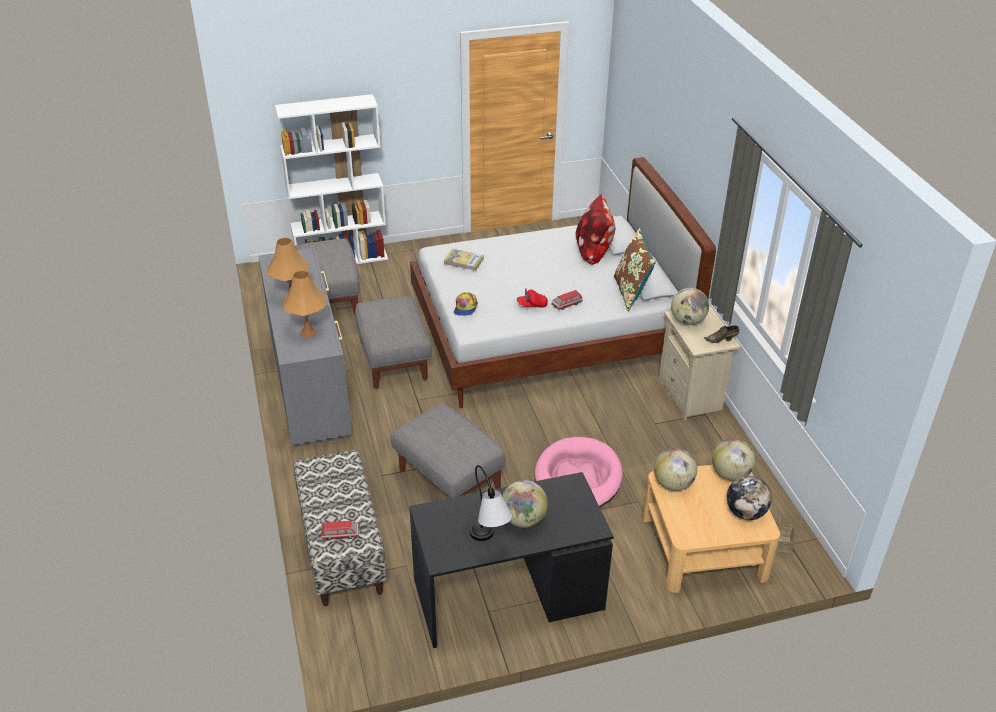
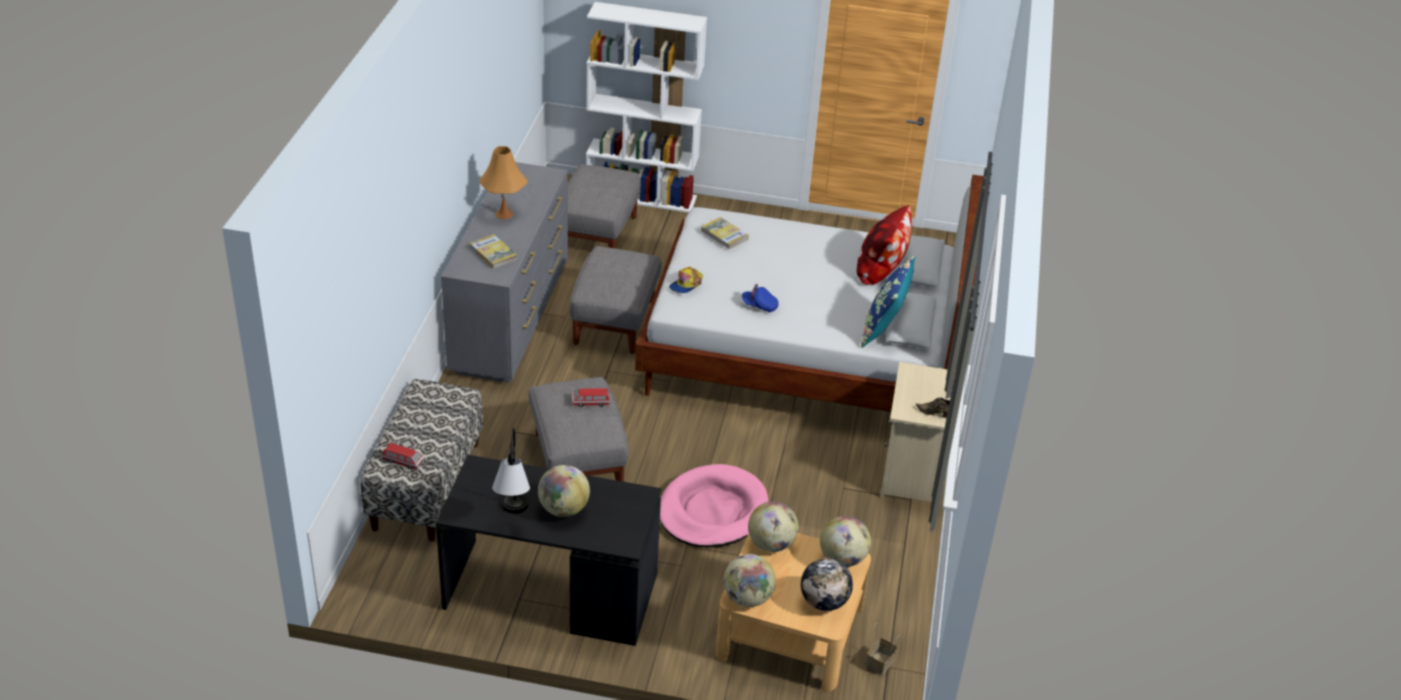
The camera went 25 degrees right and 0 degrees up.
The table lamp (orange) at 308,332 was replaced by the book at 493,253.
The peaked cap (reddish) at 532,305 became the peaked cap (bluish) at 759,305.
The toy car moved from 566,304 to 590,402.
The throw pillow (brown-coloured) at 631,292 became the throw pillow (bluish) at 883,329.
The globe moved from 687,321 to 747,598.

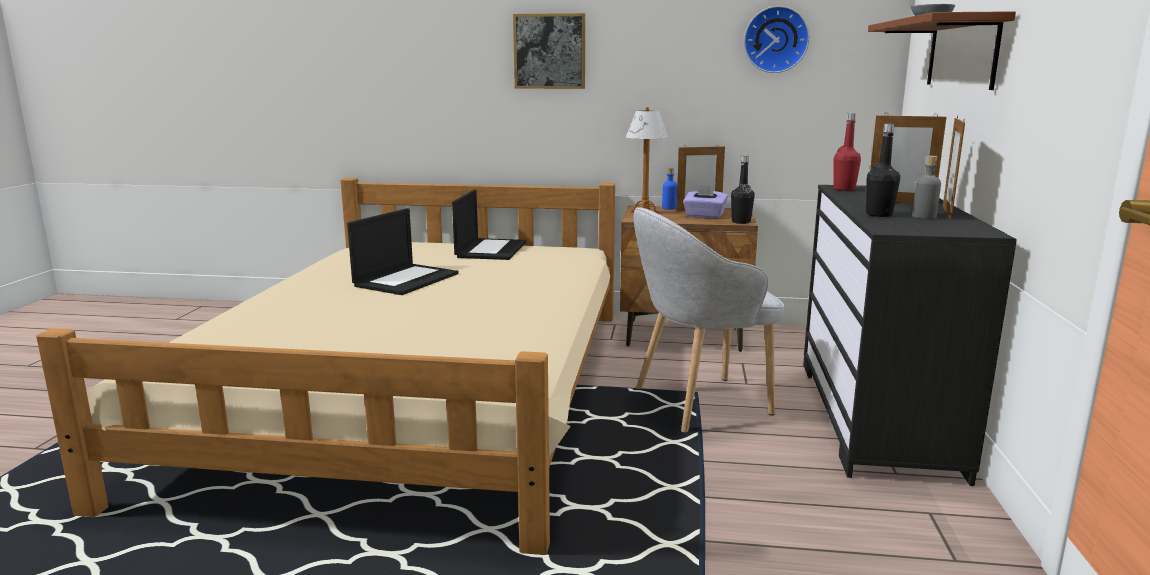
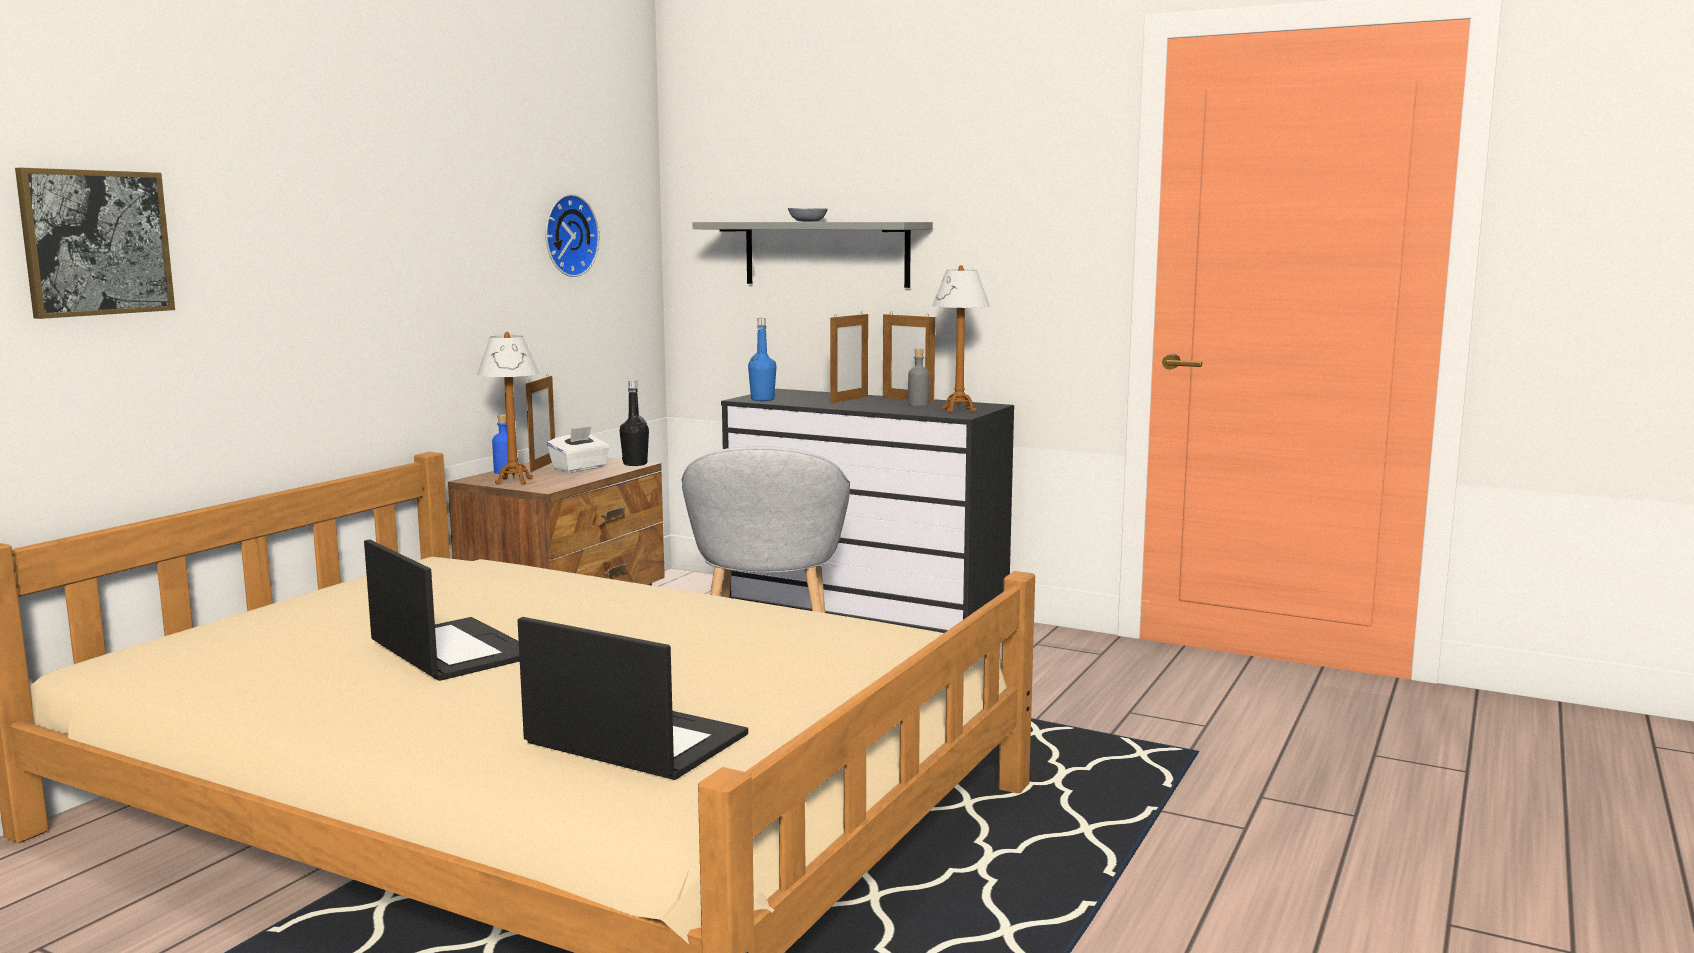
The camera went 70 degrees left and 5 degrees down.
The notebook computer moved from 490,249 to 633,740.
The picture moved from 549,51 to 96,242.
The tissue box (purple) at 704,216 became the tissue box (whitish) at 580,468.
The beverage bottle (reddish) at 844,189 became the beverage bottle (bluish) at 762,399.
The beverage bottle (blackish) at 879,214 disappeared.
The bracket shelf (brown-coloured) at 962,53 became the bracket shelf (grey) at 826,253.
The table lamp at 959,410 appeared.

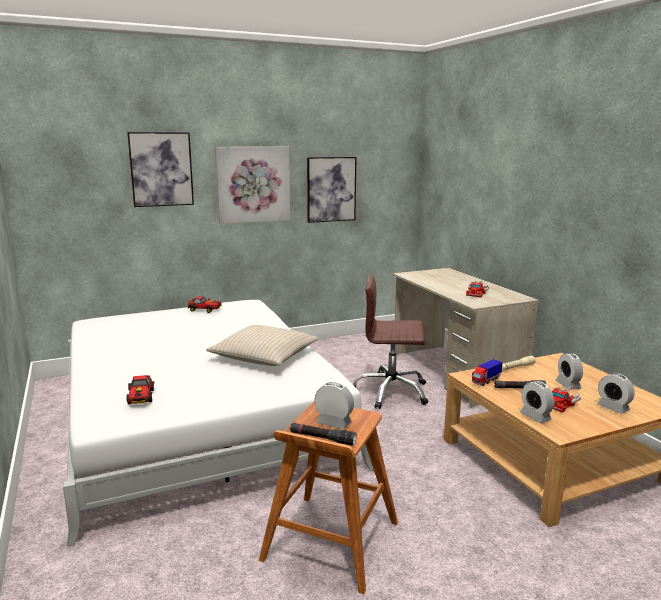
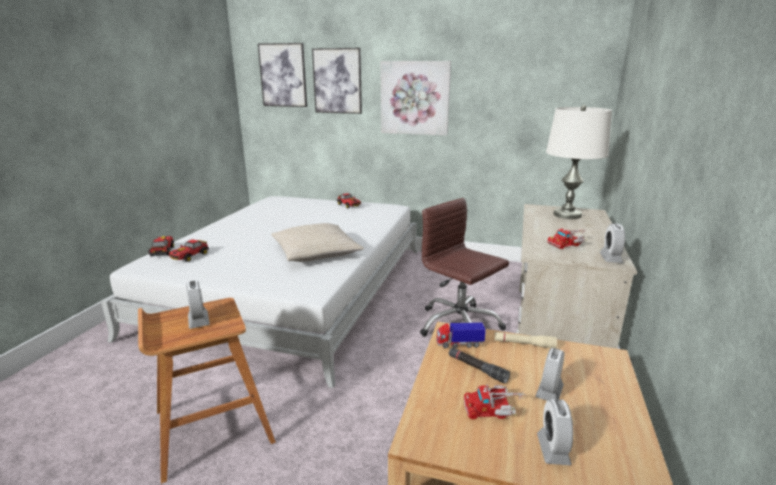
The camera went 40 degrees right and 5 degrees up.
The hand torch (blackish) at 322,438 disappeared.
The picture moved from 331,189 to 283,75.
The table clock moved from 535,416 to 610,258.
The toy car at 163,251 appeared.
The table lamp (whitish) at 567,215 appeared.

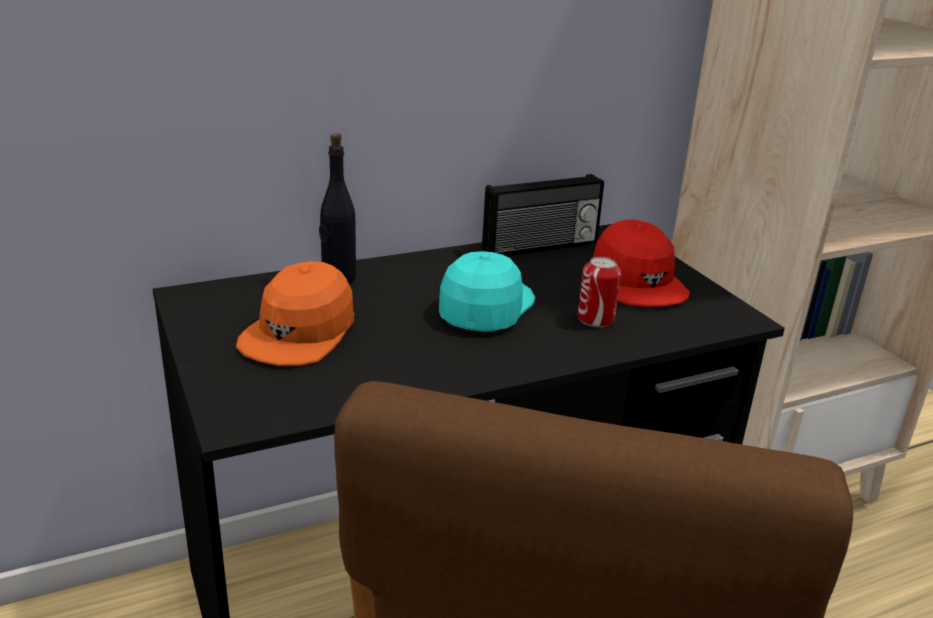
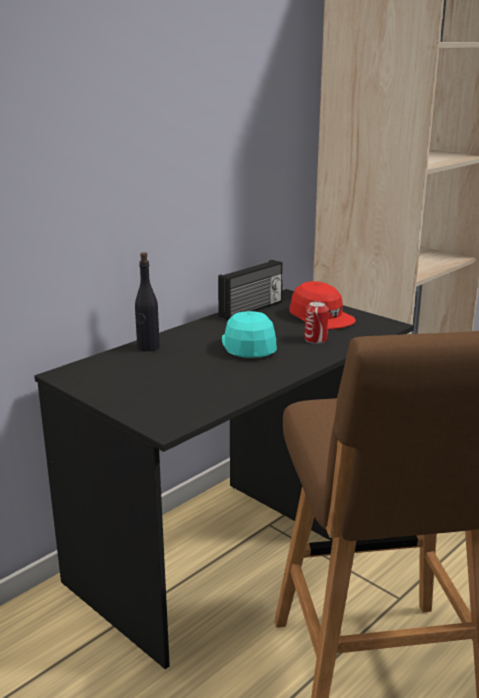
The camera went 20 degrees left and 5 degrees down.
The peaked cap (orange) at 300,332 disappeared.

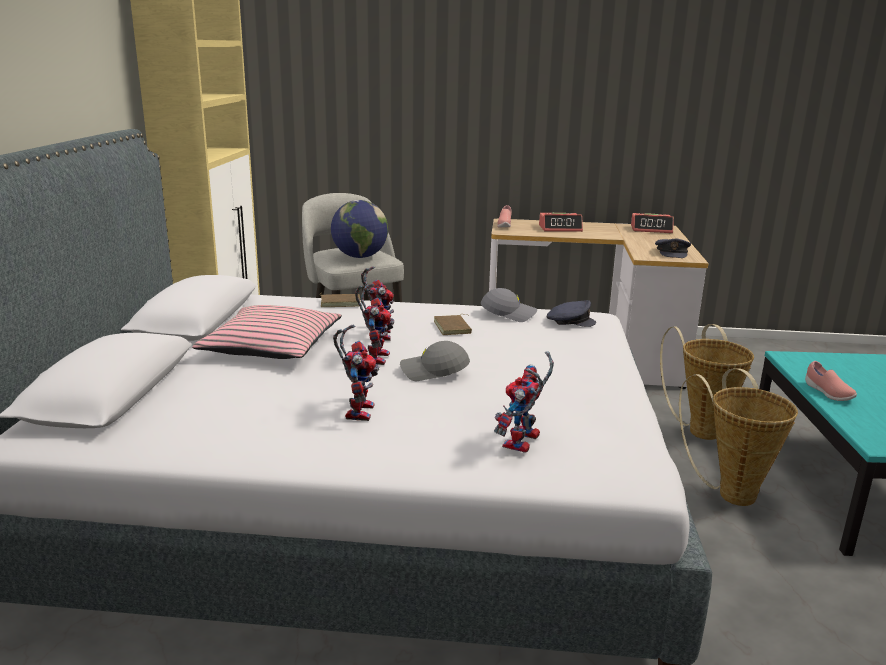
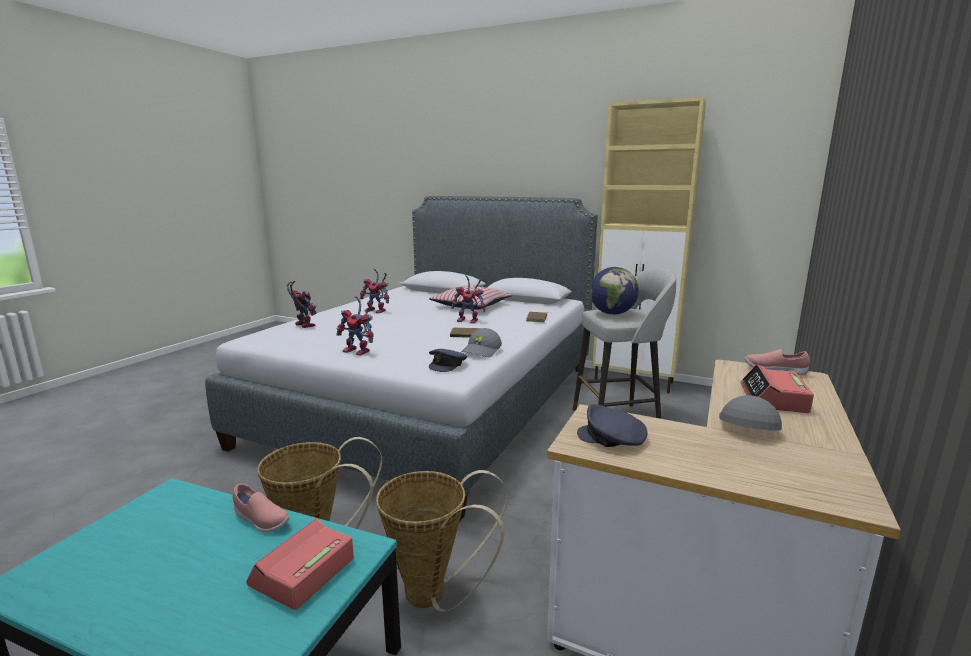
The camera went 110 degrees right and 5 degrees down.
The robot figure moved from 375,357 to 359,351.
The peaked cap (grey) moved from 434,372 to 747,425.
The table clock moved from 651,229 to 302,572.
The shoe (pinkish) at 827,393 turned 150 degrees counterclockwise.

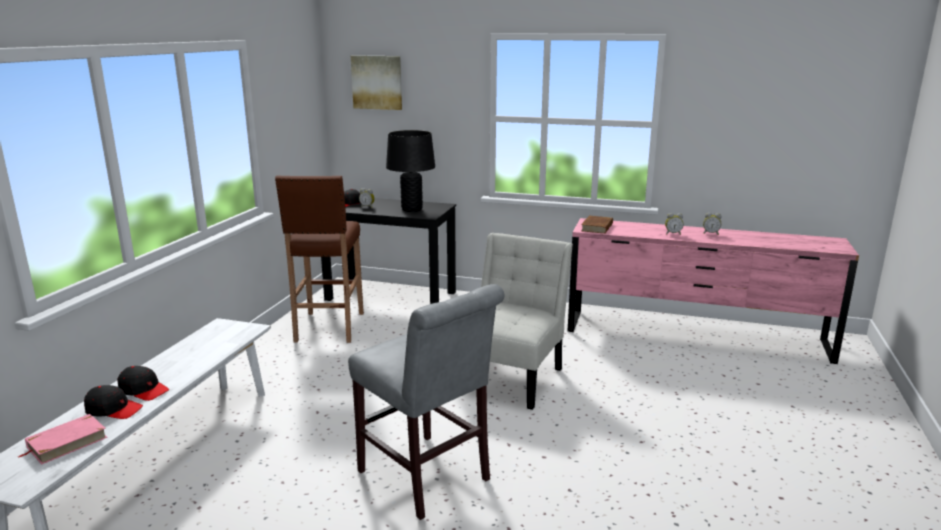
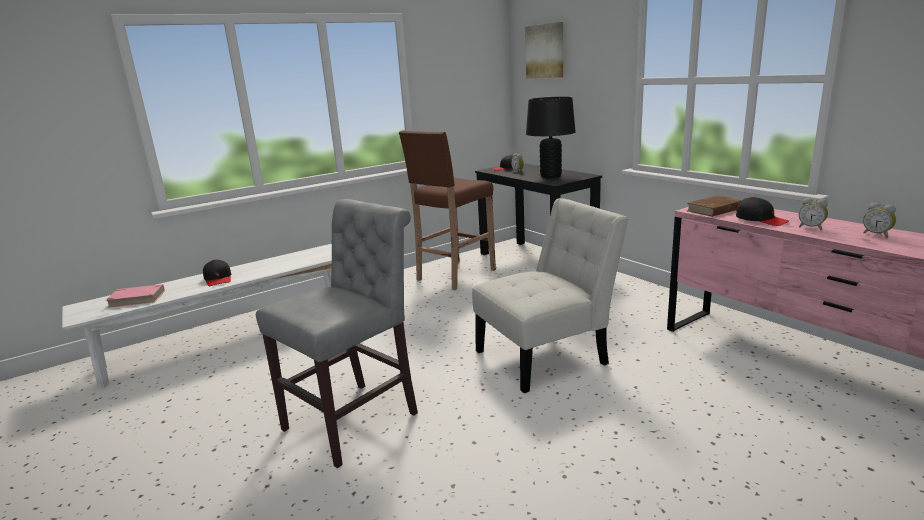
The camera went 40 degrees right and 0 degrees up.
The peaked cap (blackish) moved from 113,409 to 761,220.
The plain chair (grey) at 428,479 turned 135 degrees counterclockwise.

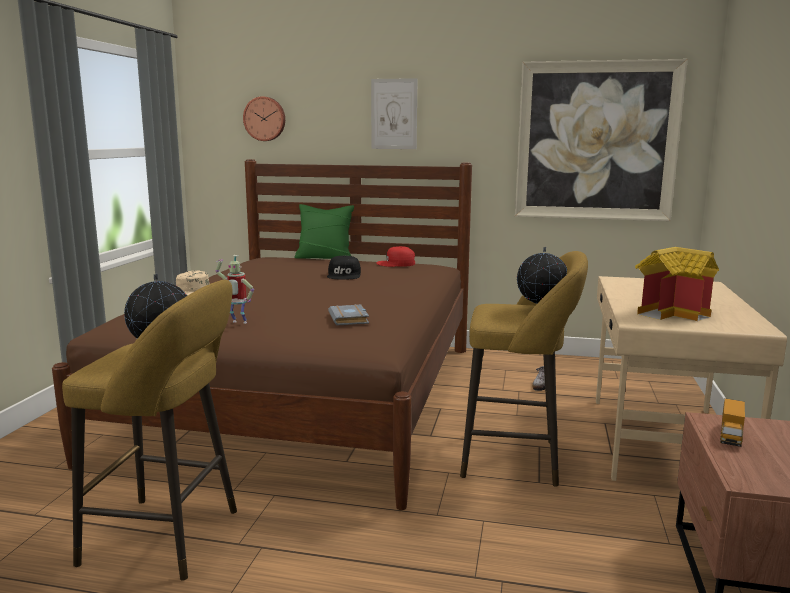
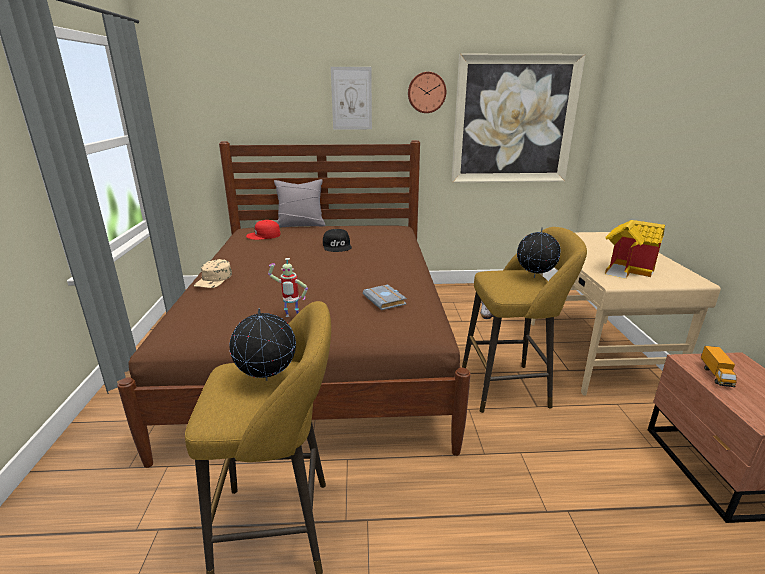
The camera went 15 degrees left and 10 degrees up.
The clock on the wall moved from 265,119 to 426,92.
The throw pillow (green) at 324,258 became the throw pillow (grey) at 301,225.
The peaked cap (reddish) moved from 396,264 to 264,235.

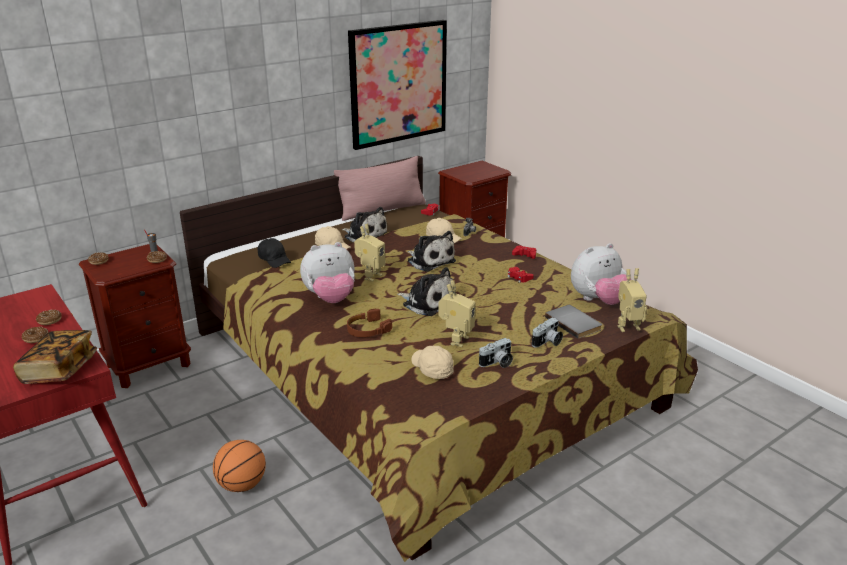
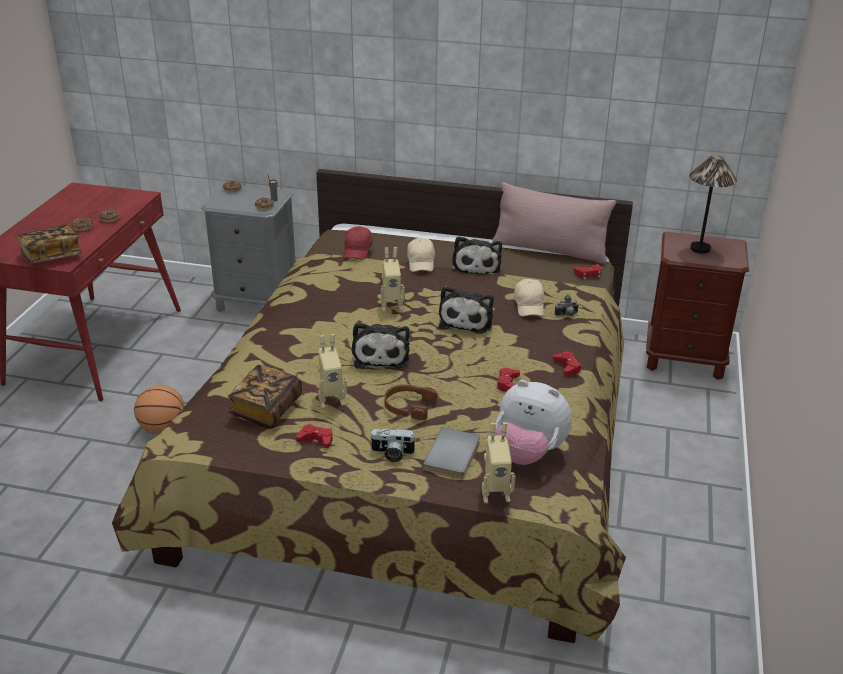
The camera went 50 degrees right and 5 degrees up.
The bedside table (brown-coloured) at 149,365 became the bedside table (grey) at 256,303.
The peaked cap (blackish) at 274,260 became the peaked cap (reddish) at 357,251.
The soft toy at 330,299 disappeared.
The headphones (brown-coloured) moved from 367,329 to 408,406.
The picture at 398,83 disappeared.
The peaked cap (sand-coloured) at 432,369 was replaced by the book at 266,409.
The photo camera at 497,363 was replaced by the game controller (reddish) at 316,440.
The robot figure at 627,326 turned 45 degrees counterclockwise.
The table lamp at 700,248 appeared.

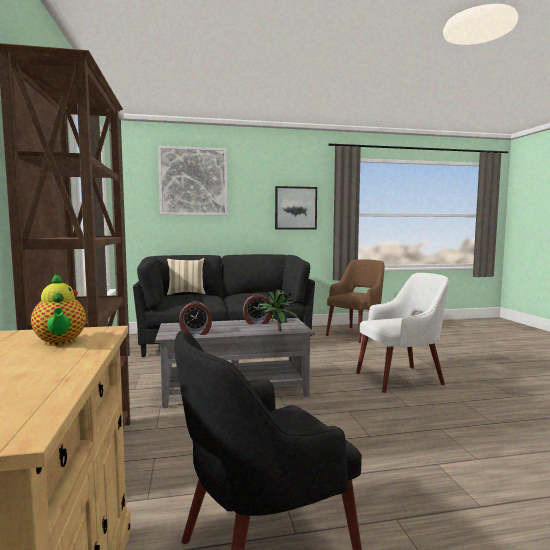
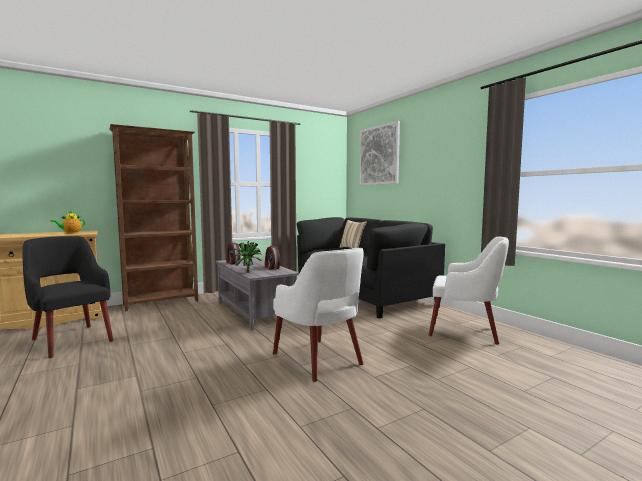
The camera went 70 degrees right and 0 degrees up.
The picture at 295,208 disappeared.
The easy chair (brown-coloured) at 356,334 became the easy chair (whitish) at 465,331.

